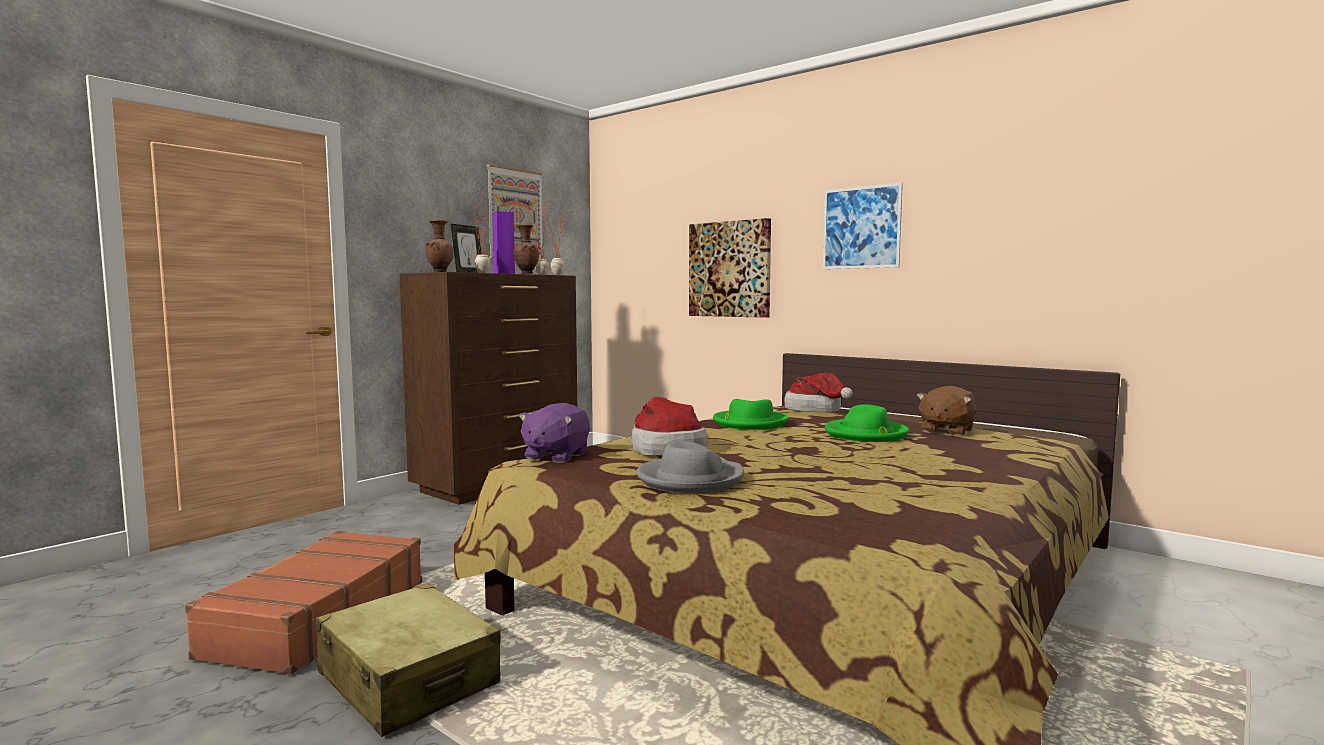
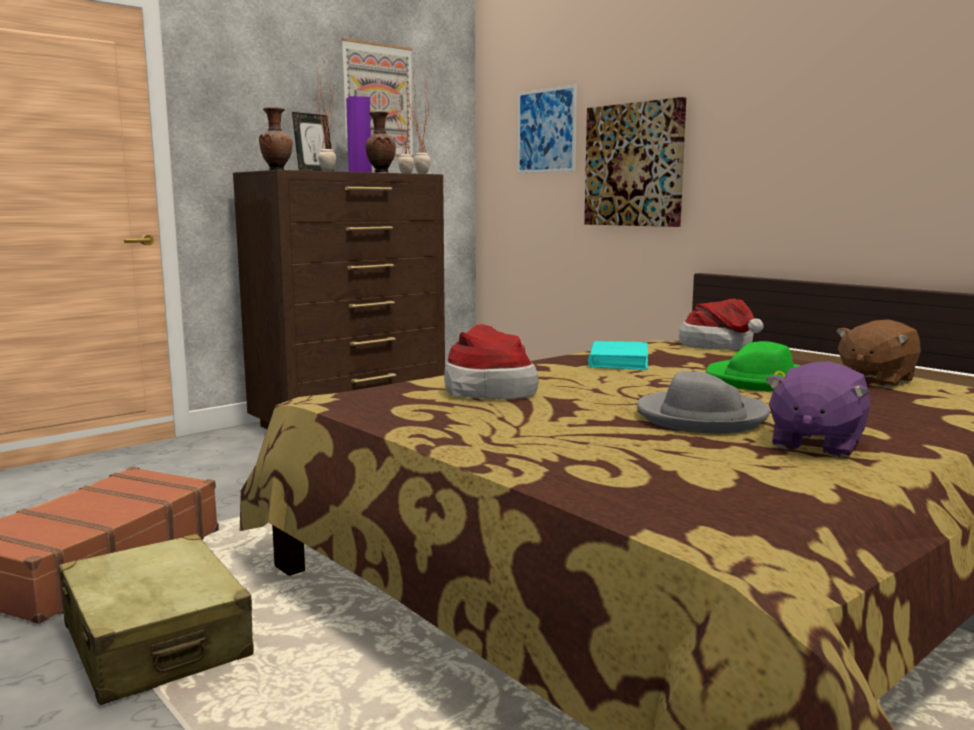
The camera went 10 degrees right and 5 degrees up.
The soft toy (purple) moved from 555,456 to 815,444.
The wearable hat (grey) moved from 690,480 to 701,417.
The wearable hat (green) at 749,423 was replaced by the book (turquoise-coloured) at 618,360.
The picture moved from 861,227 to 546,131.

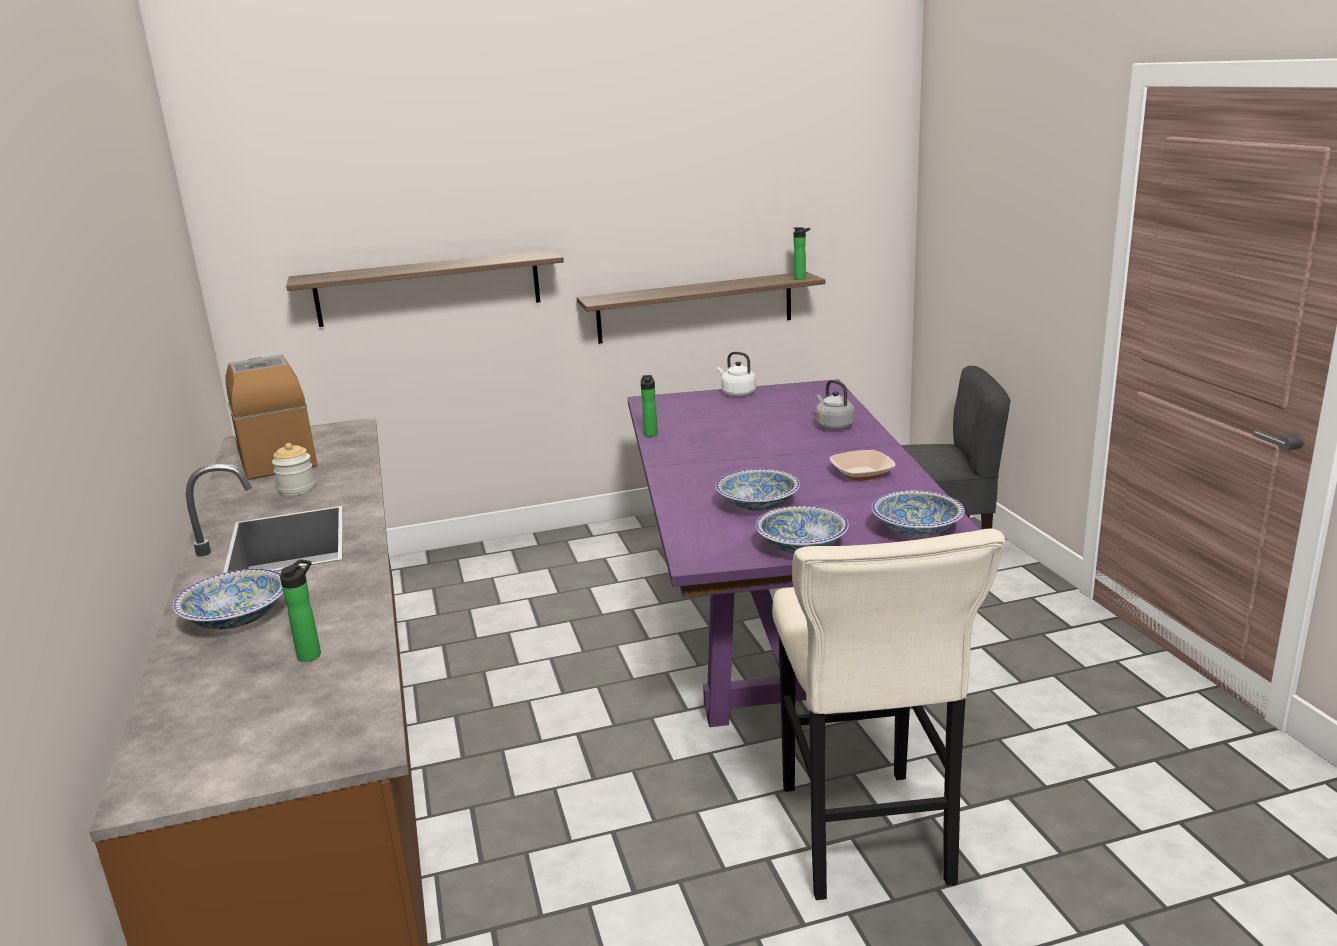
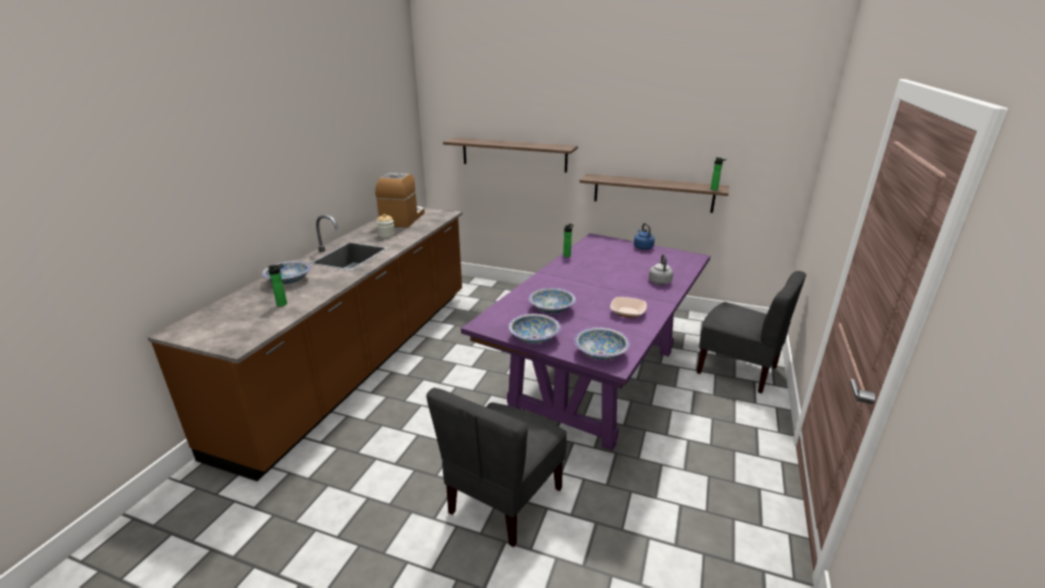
The camera went 35 degrees right and 5 degrees up.
The kettle (whitish) at 737,393 became the kettle (bluish) at 642,247.
The stool (sand-coloured) at 866,841 was replaced by the plain chair (grey) at 504,500.

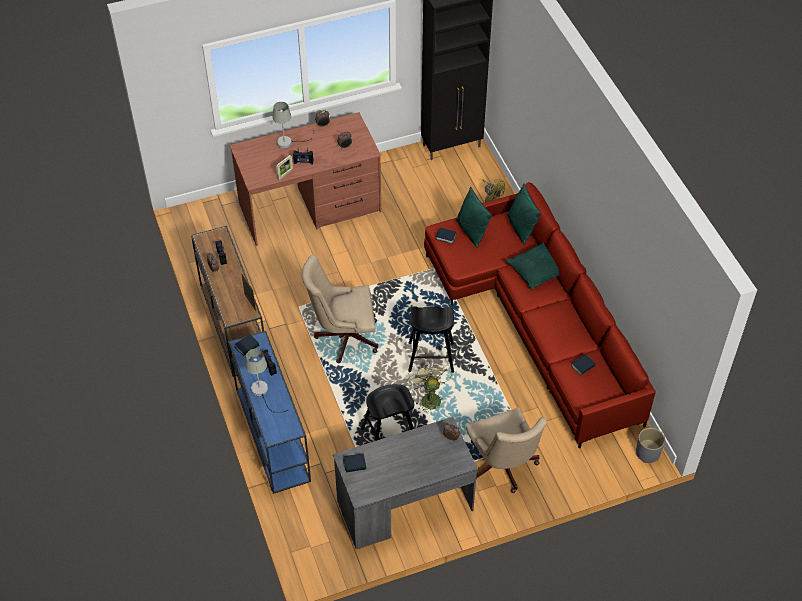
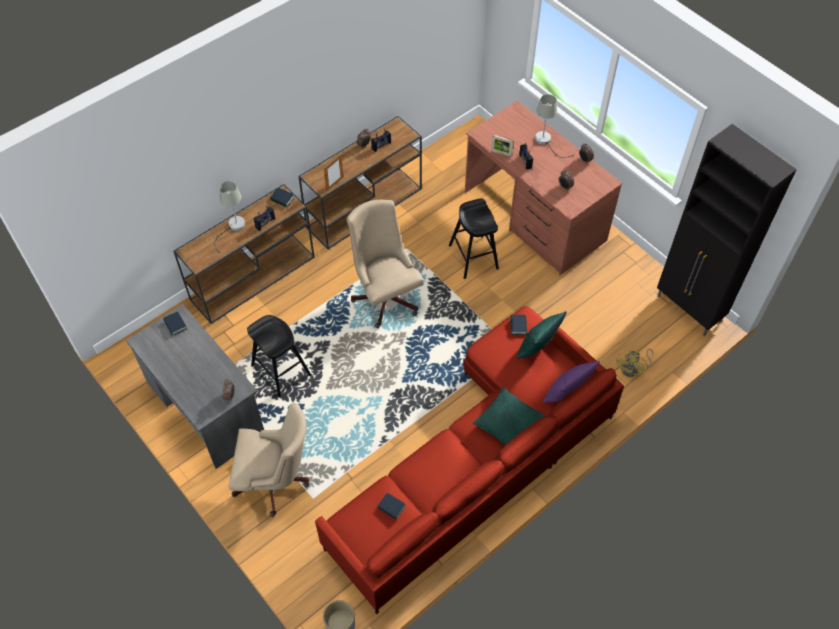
The camera went 70 degrees right and 5 degrees up.
The narrow table (bluish) at 272,433 became the narrow table (brown-coloured) at 254,277.
The stool (blackish) moved from 431,357 to 473,257.
The electric fan (green) at 429,398 disappeared.
The office chair (sand-coloured) at 503,467 turned 135 degrees counterclockwise.
The throw pillow (green) at 520,228 became the throw pillow (purple) at 566,393.

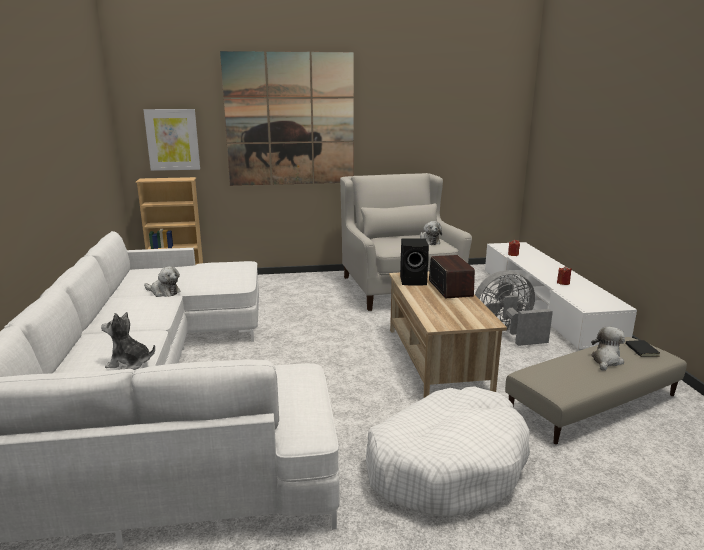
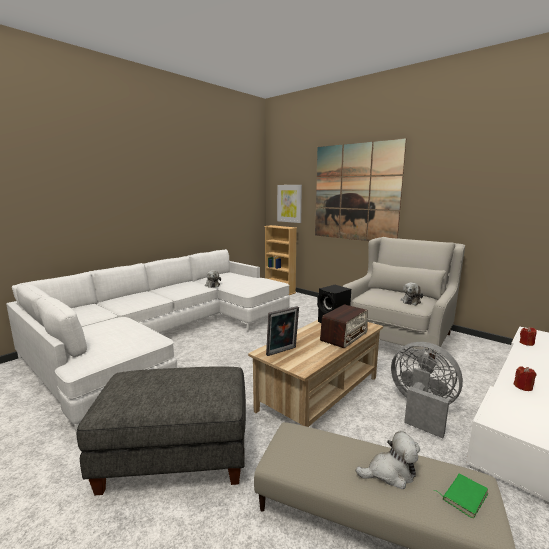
The camera went 50 degrees right and 5 degrees down.
The soft toy at 129,363 disappeared.
The dog cushion (whitish) at 446,465 was replaced by the ottoman (grey) at 175,455.
The book (blackish) at 640,350 became the book (green) at 463,495.
The photo frame at 282,352 appeared.

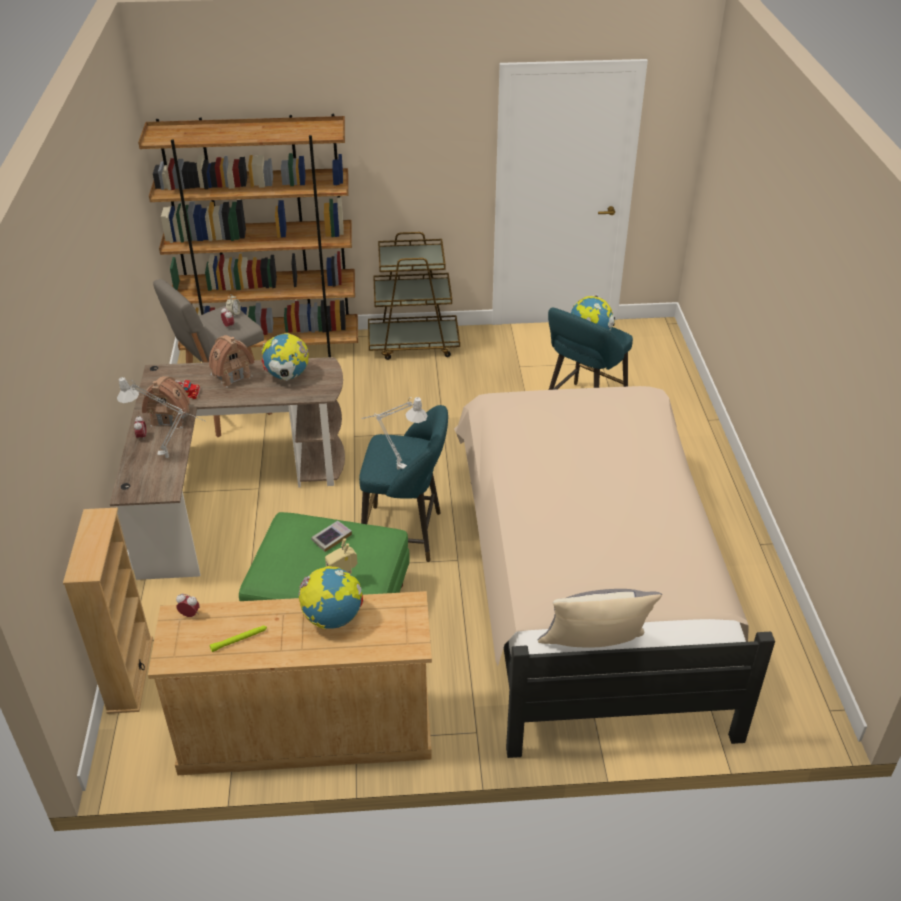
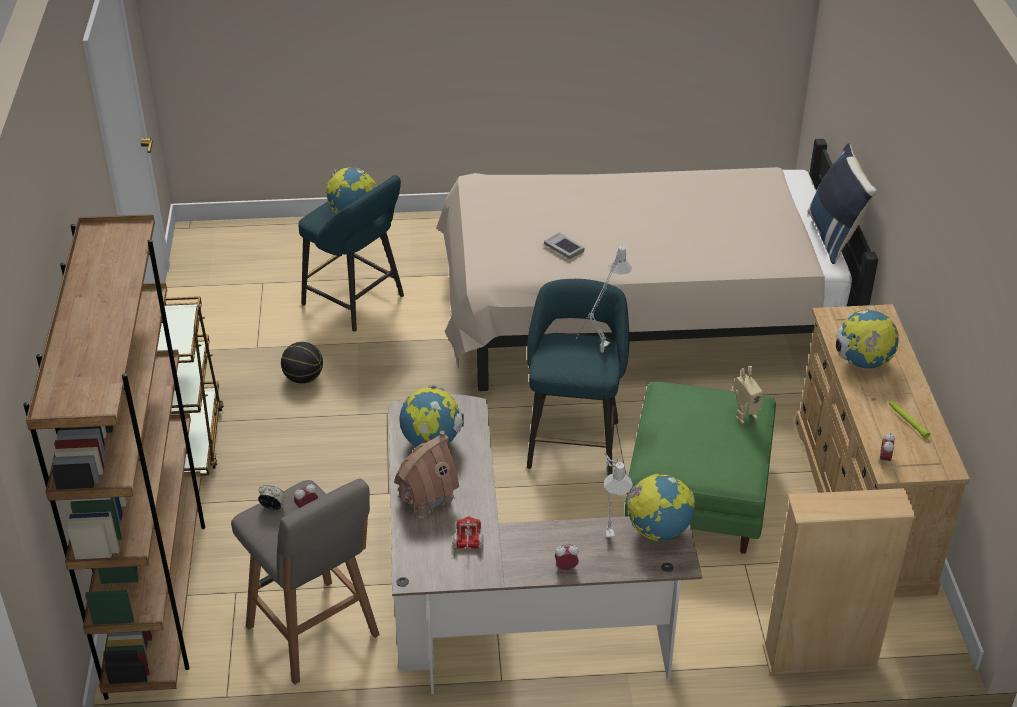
The camera went 90 degrees left and 0 degrees up.
The model house at 170,417 disappeared.
The book moved from 331,538 to 563,248.
The throw pillow (grey) at 594,650 became the throw pillow (bluish) at 835,237.
The basketball ball at 303,378 appeared.
The globe at 658,530 appeared.

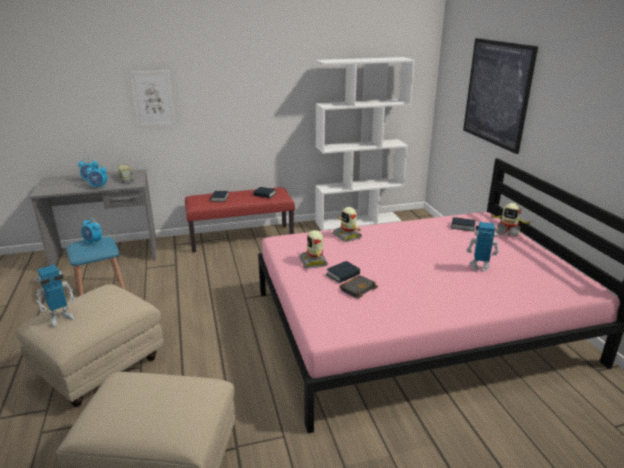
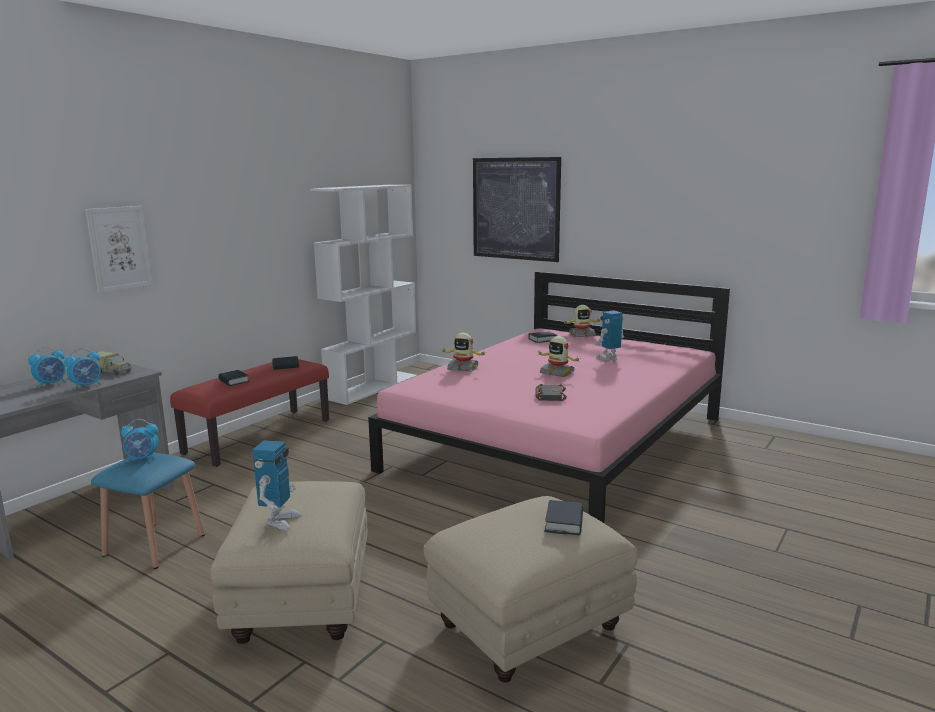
The camera went 40 degrees left and 10 degrees down.
The robot figure moved from 314,262 to 557,373.
The book moved from 343,275 to 564,522.

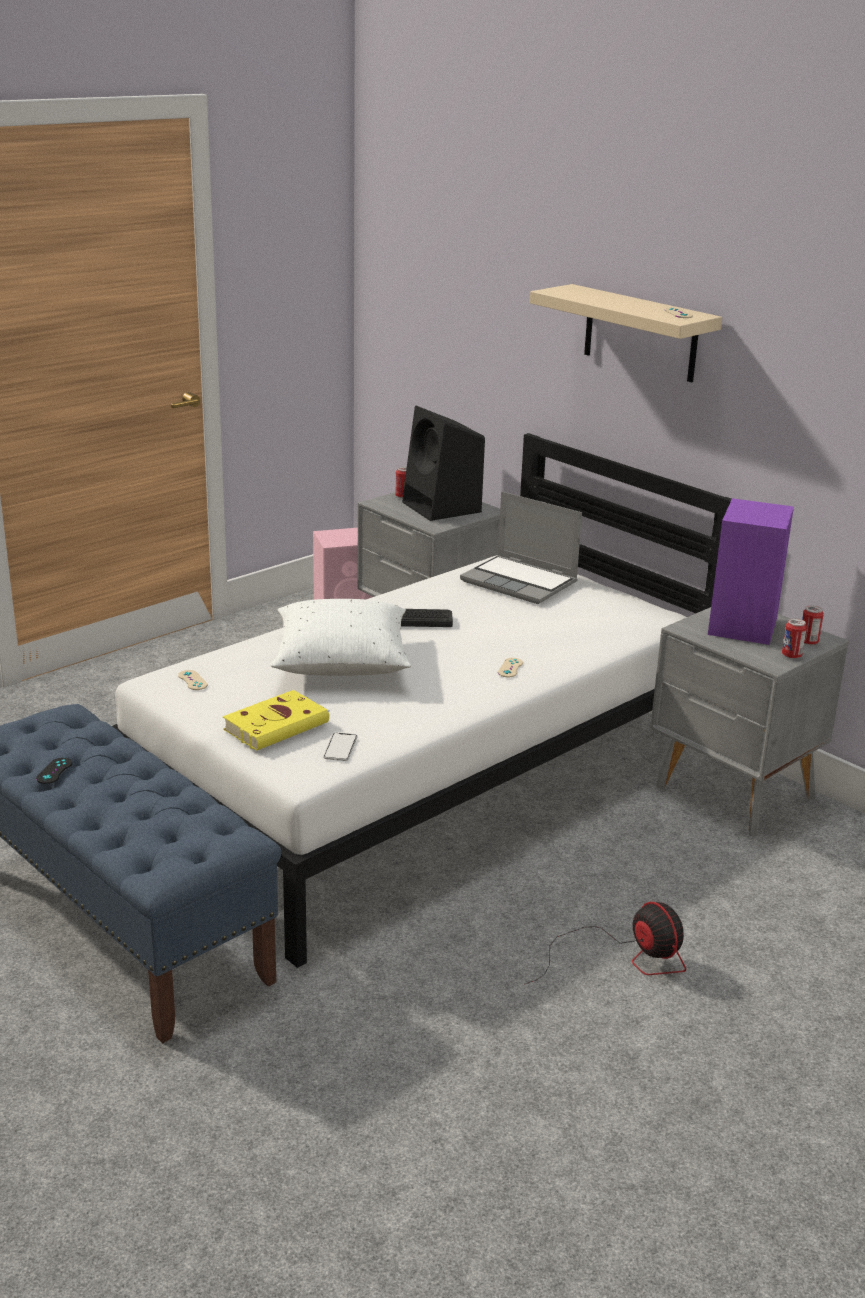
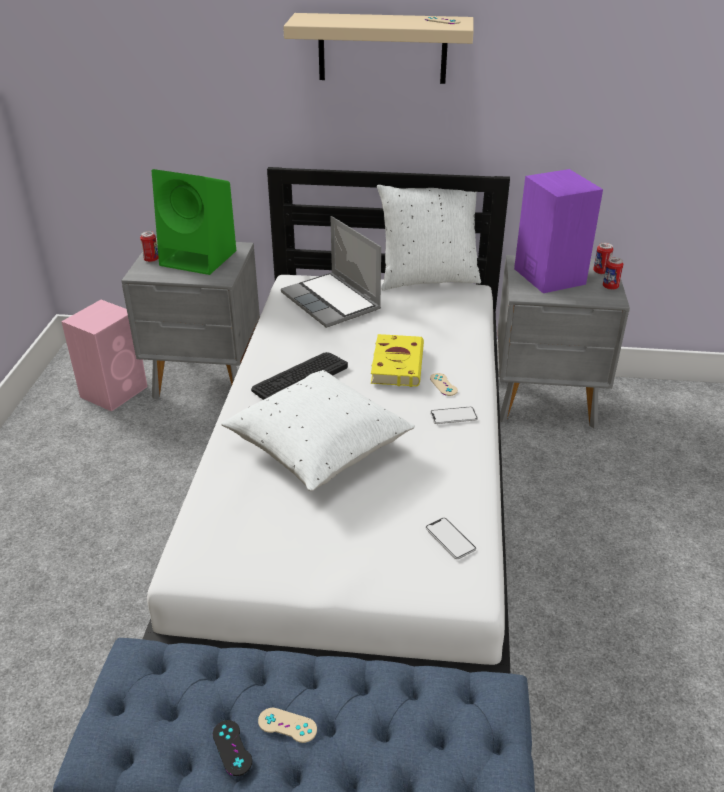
The camera went 40 degrees left and 10 degrees up.
The game controller (sand-coloured) moved from 192,680 to 287,725.
The book (yellowish) moved from 278,725 to 397,363.
The audio speaker (blackish) at 443,508 became the audio speaker (green) at 200,258.
The notebook computer at 521,582 turned 60 degrees clockwise.
The electric fan at 623,958 disappeared.
The throw pillow (whitish) at 427,279 appeared.
The phone at 453,416 appeared.

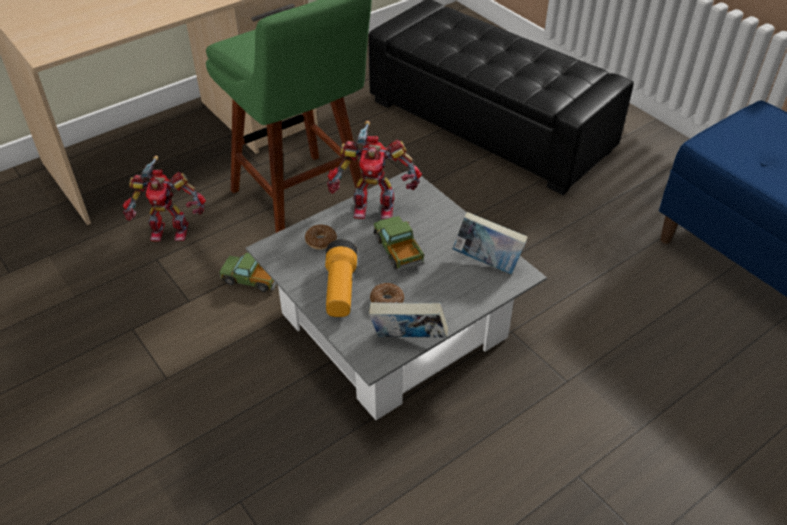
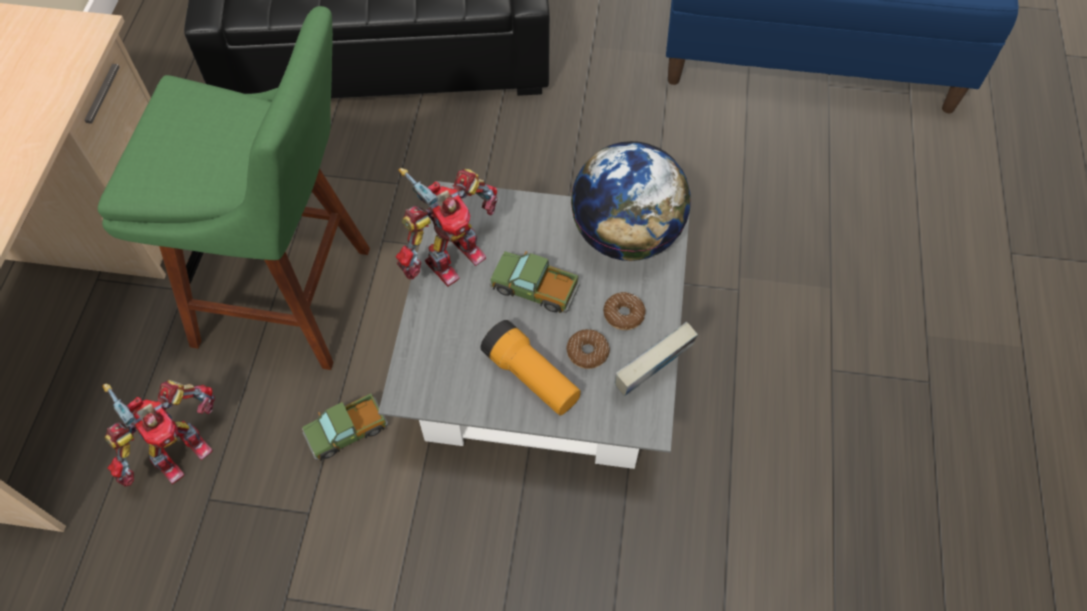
The camera went 45 degrees left and 15 degrees up.
The ring doughnut moved from 321,241 to 623,314.
The book at 487,262 was replaced by the globe at 625,235.

